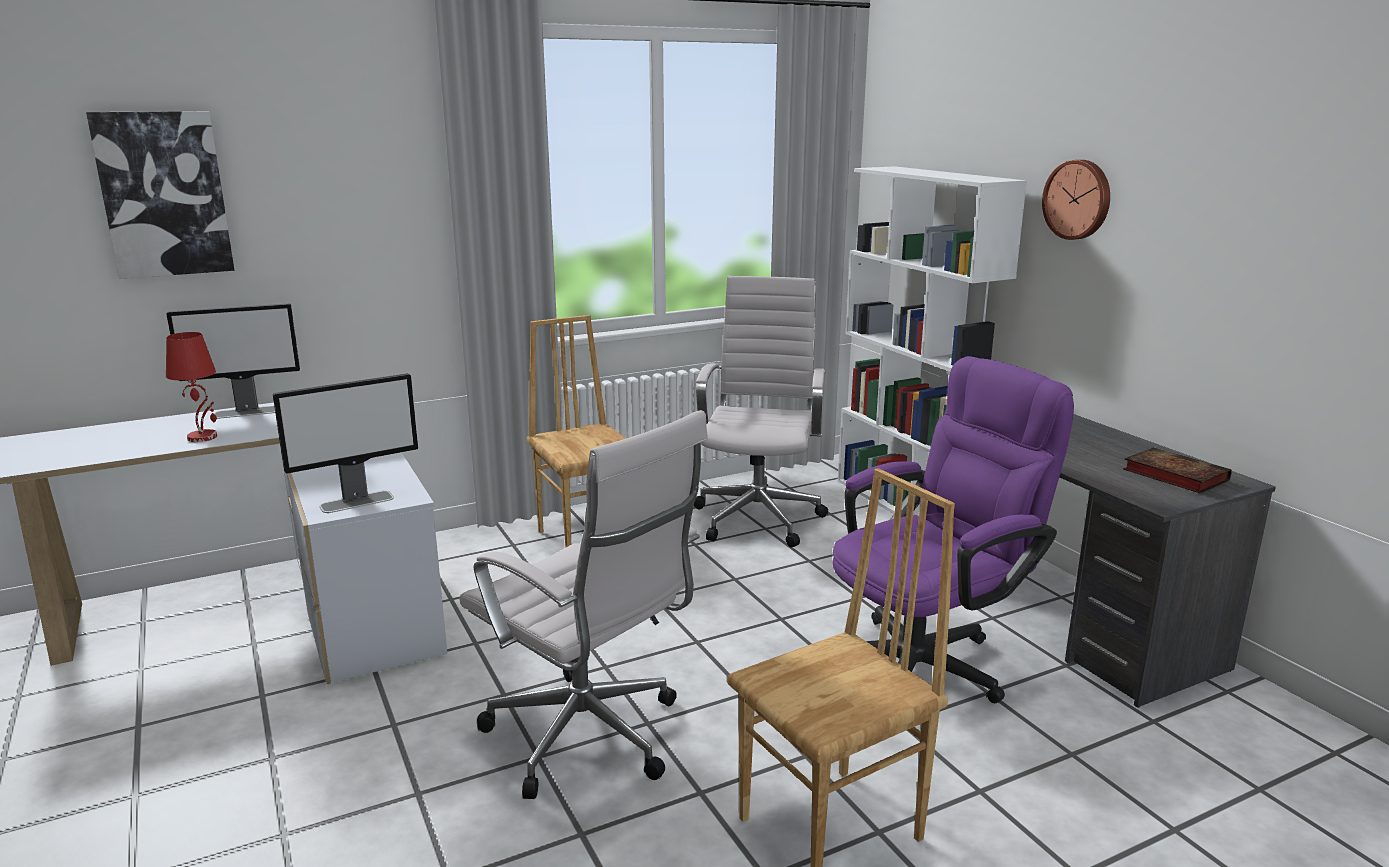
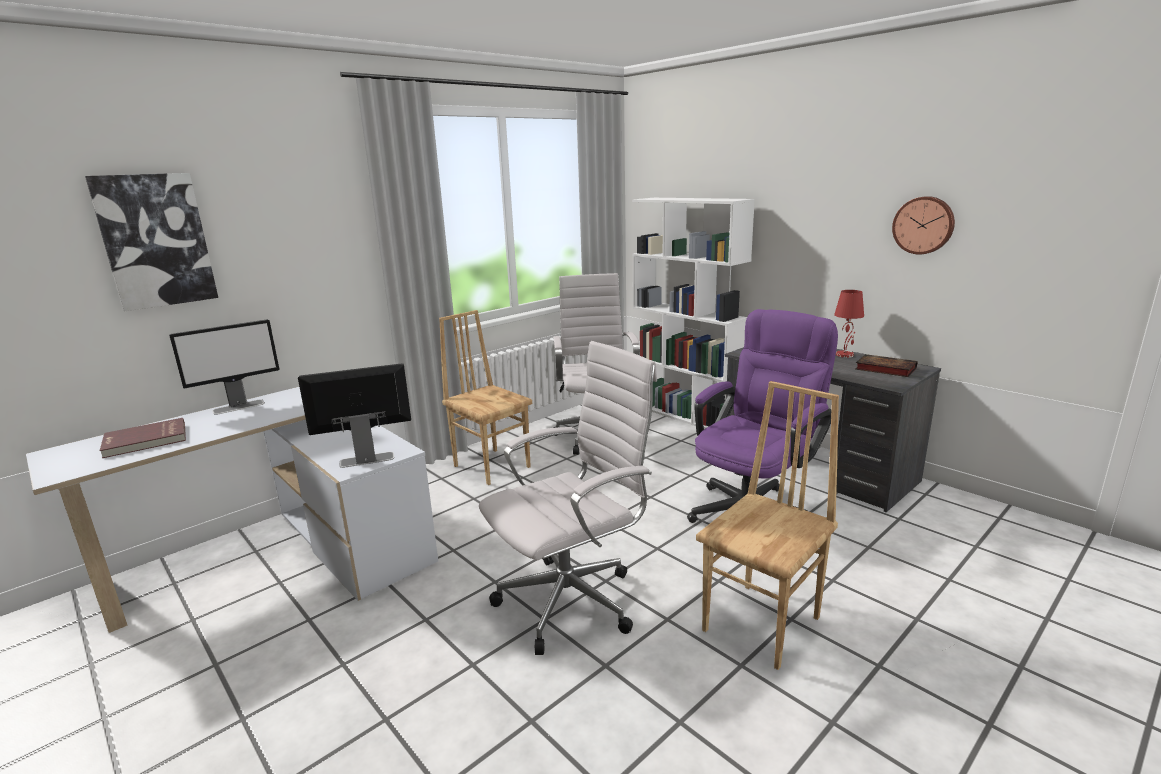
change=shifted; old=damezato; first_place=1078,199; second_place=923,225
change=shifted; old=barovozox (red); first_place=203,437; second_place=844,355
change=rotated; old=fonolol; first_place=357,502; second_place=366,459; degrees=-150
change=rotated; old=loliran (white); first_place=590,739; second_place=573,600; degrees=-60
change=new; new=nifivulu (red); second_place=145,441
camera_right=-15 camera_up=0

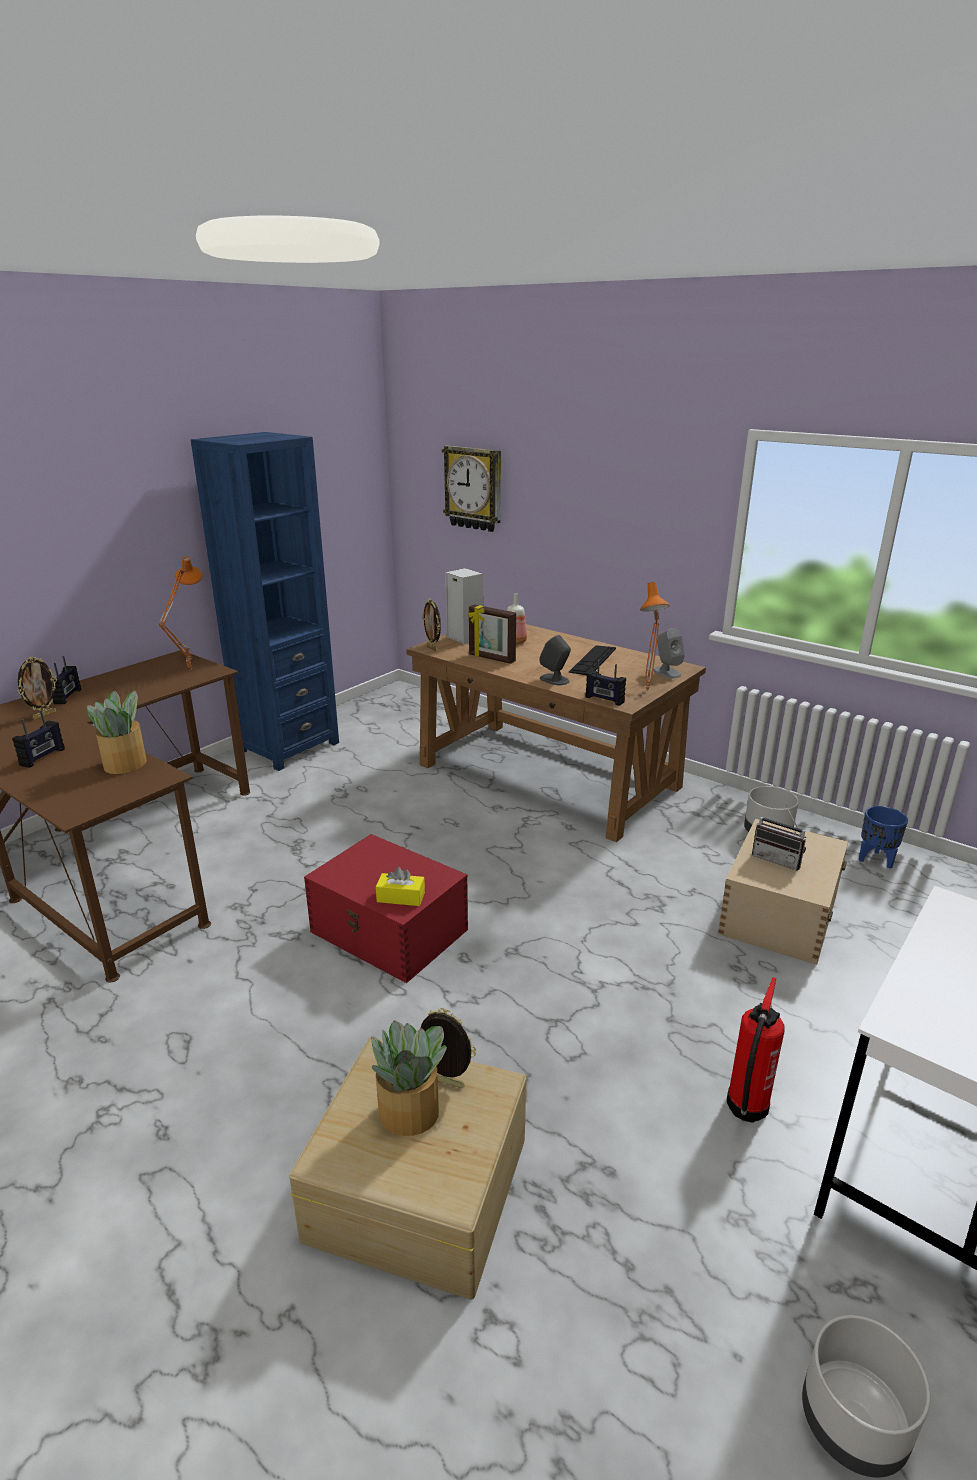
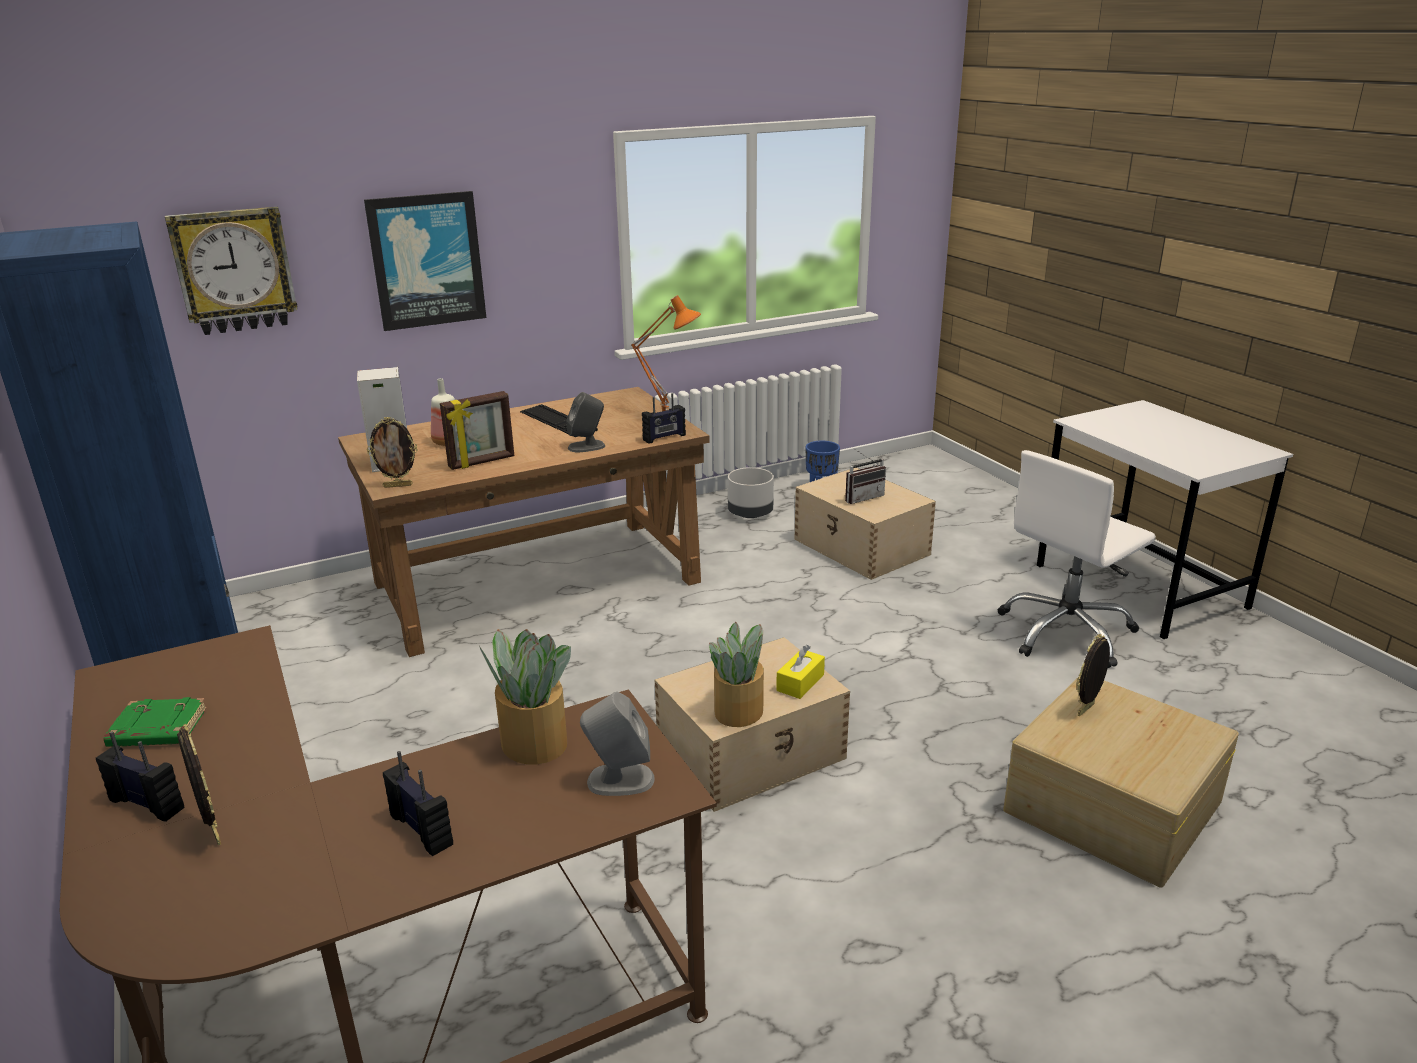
change=gone; old=barovozox (orange); first_place=188,670
change=shifted; old=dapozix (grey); first_place=666,672; second_place=619,780
change=repainted; old=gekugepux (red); new=gekugepux (beige); first_place=390,932; second_place=753,752
change=swapped; old=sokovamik; new=loliran (white); first_place=745,1108; second_place=1067,632
change=shifted; old=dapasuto; first_place=410,1113; second_place=740,711
change=gone; old=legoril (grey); first_place=853,1424
change=new; new=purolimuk; second_place=427,260
change=new; new=nifivulu (green); second_place=156,730
camera_right=-65 camera_up=0

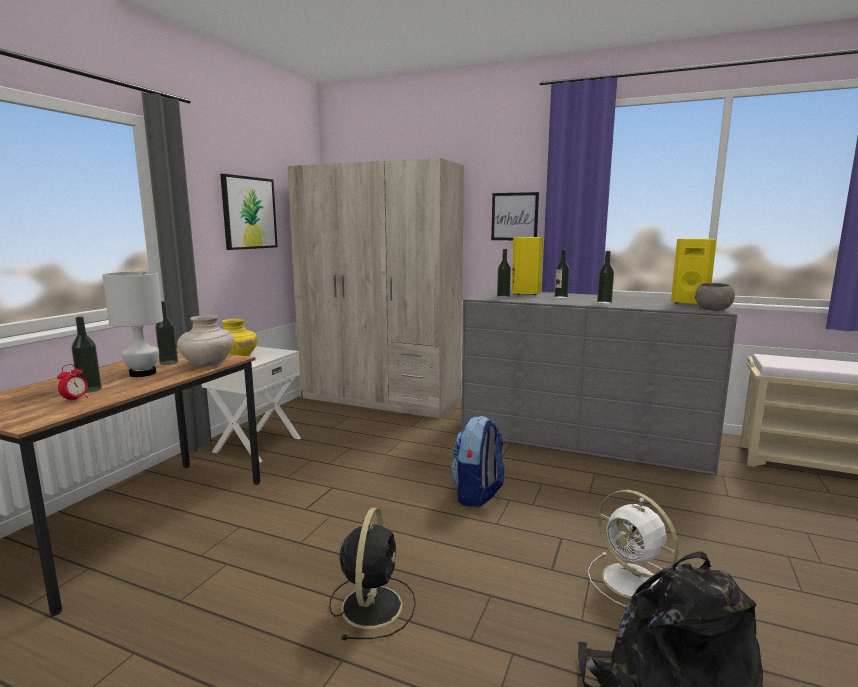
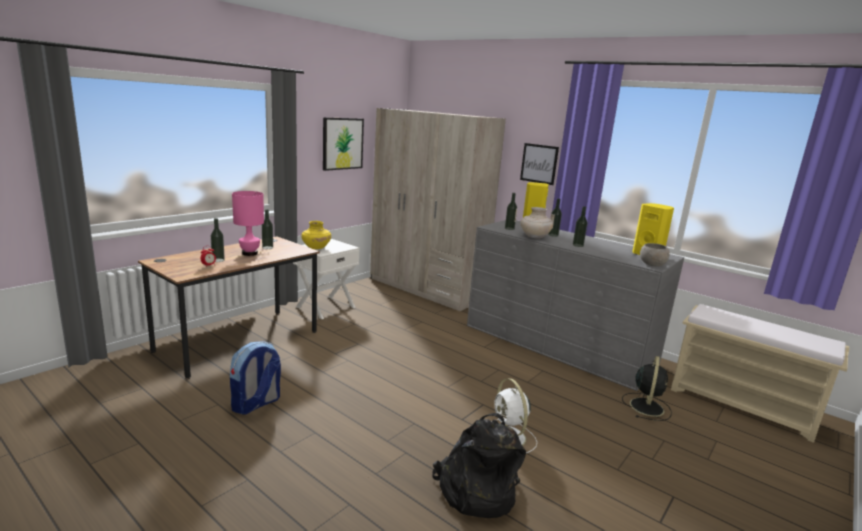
change=repainted; old=barovozox (white); new=barovozox (pink); first_place=143,373; second_place=250,253
change=shifted; old=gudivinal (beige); first_place=208,364; second_place=534,237
change=shifted; old=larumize; first_place=477,494; second_place=256,404
change=shifted; old=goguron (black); first_place=372,604; second_place=646,406
camera_right=15 camera_up=5

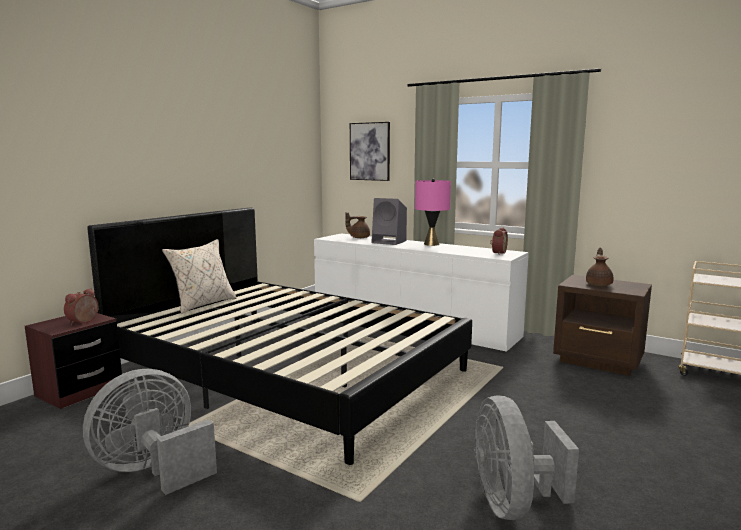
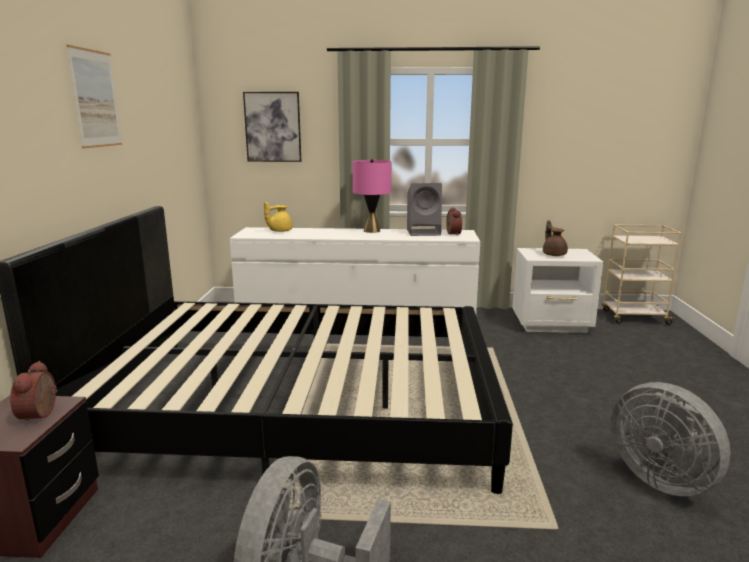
change=shifted; old=dapozix (grey); first_place=390,242; second_place=424,232
change=repainted; old=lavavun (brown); new=lavavun (yellow); first_place=358,237; second_place=279,231
change=gone; old=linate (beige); first_place=202,304
change=repainted; old=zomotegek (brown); new=zomotegek (white); first_place=599,361; second_place=552,324
change=new; new=purolimuk; second_place=95,99
camera_right=-30 camera_up=5

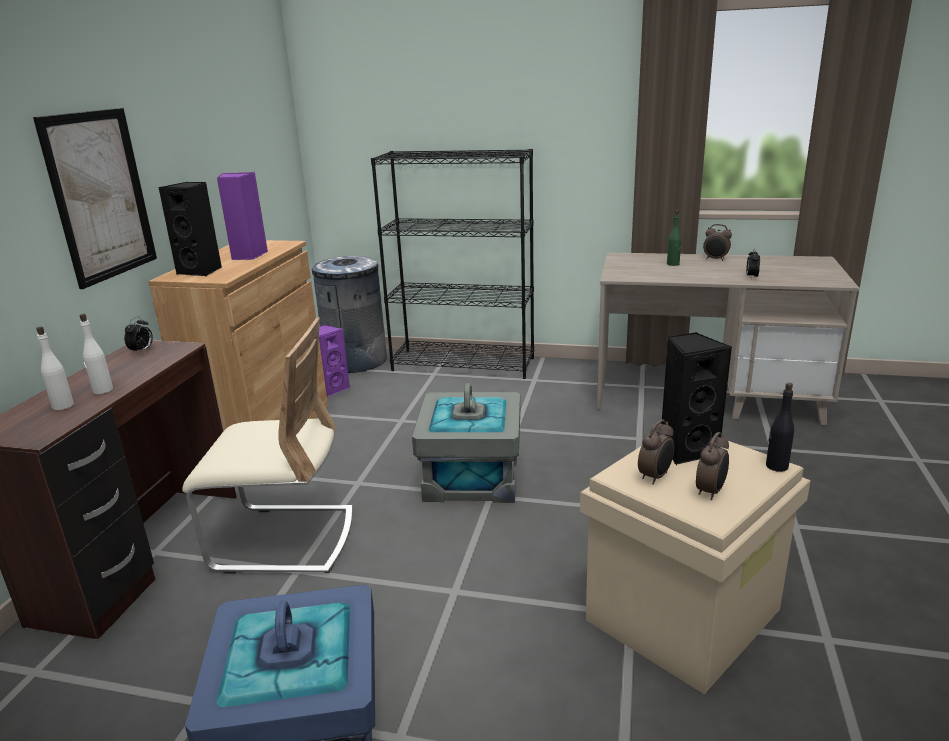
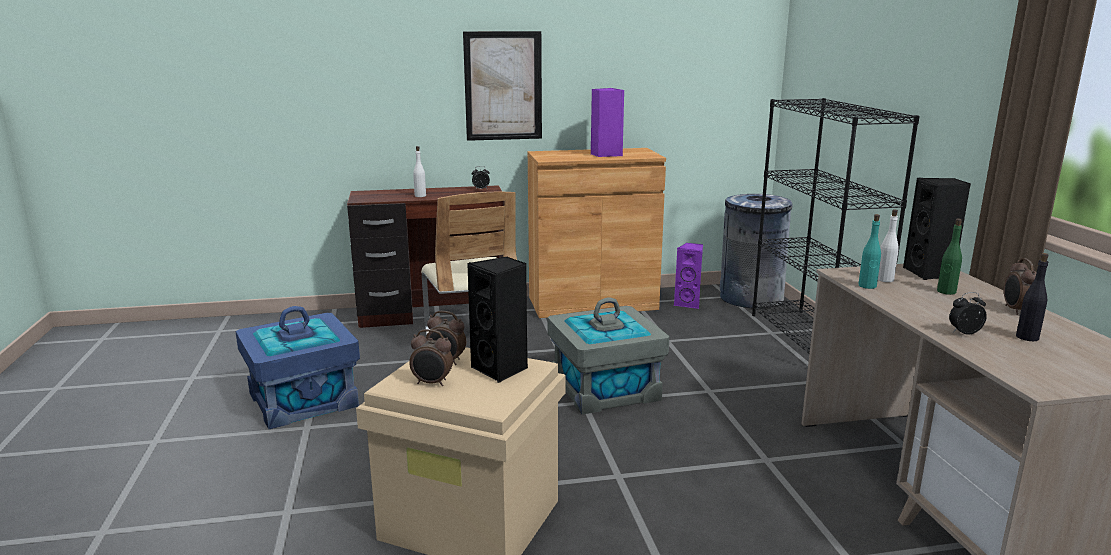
change=shifted; old=dapozix (black); first_place=202,271; second_place=929,273
change=shifted; old=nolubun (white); first_place=63,406; second_place=884,279
change=shifted; old=nolubun (black); first_place=776,466; second_place=1027,337
change=new; new=nolubun (turquoise); second_place=867,286
camera_right=65 camera_up=-5

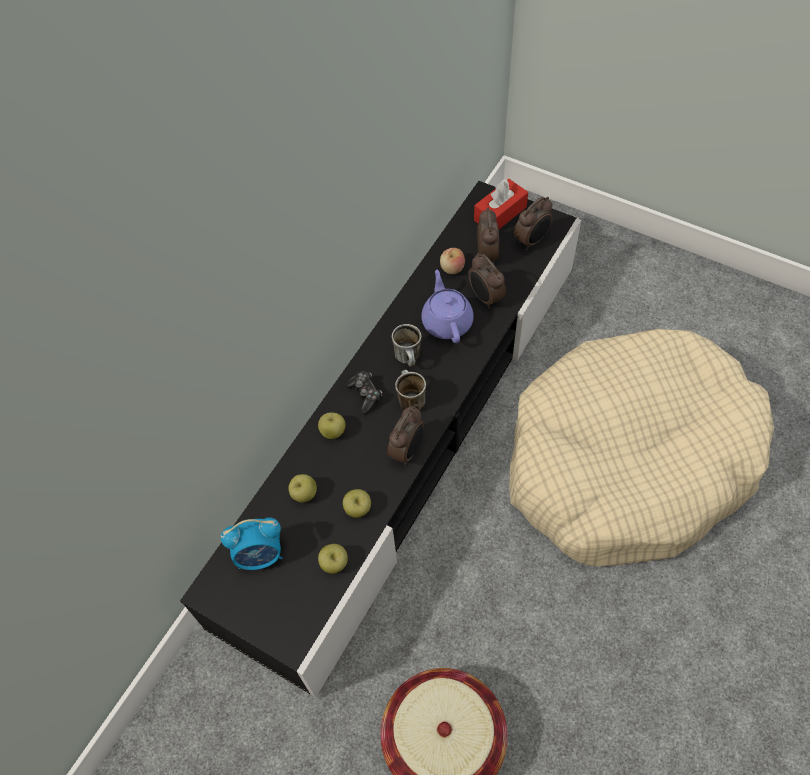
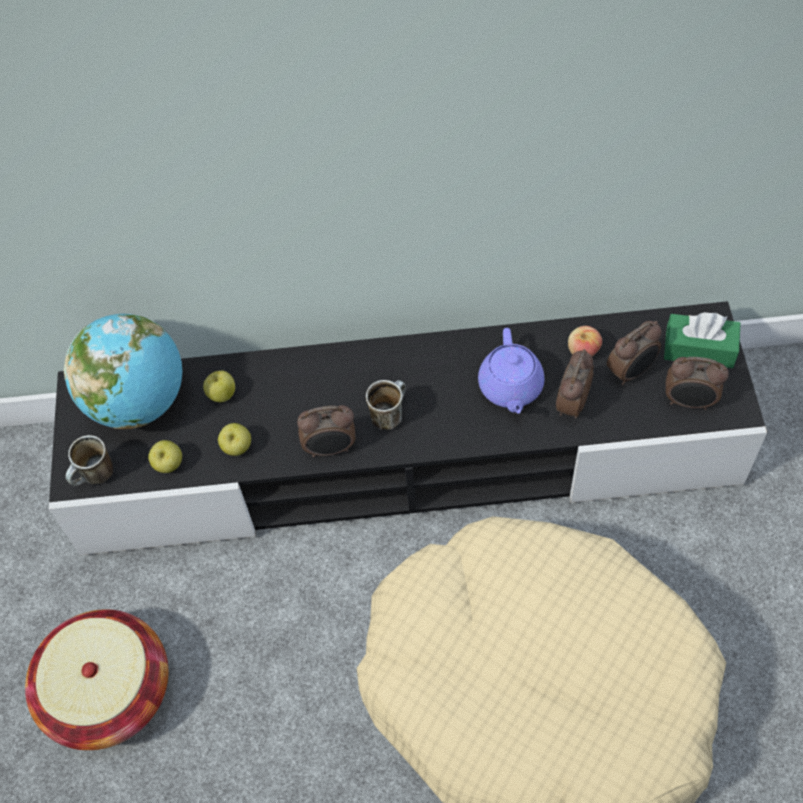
change=repainted; old=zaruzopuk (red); new=zaruzopuk (green); first_place=500,213; second_place=699,349
change=rotated; old=lavavun (purple); first_place=447,321; second_place=510,388; degrees=135
change=shifted; old=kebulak; first_place=409,359; second_place=95,478
change=gone; old=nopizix; first_place=365,394
change=gone; old=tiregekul; first_place=333,431
change=swapped; old=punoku; new=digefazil; first_place=260,555; second_place=138,401
camera_right=55 camera_up=0

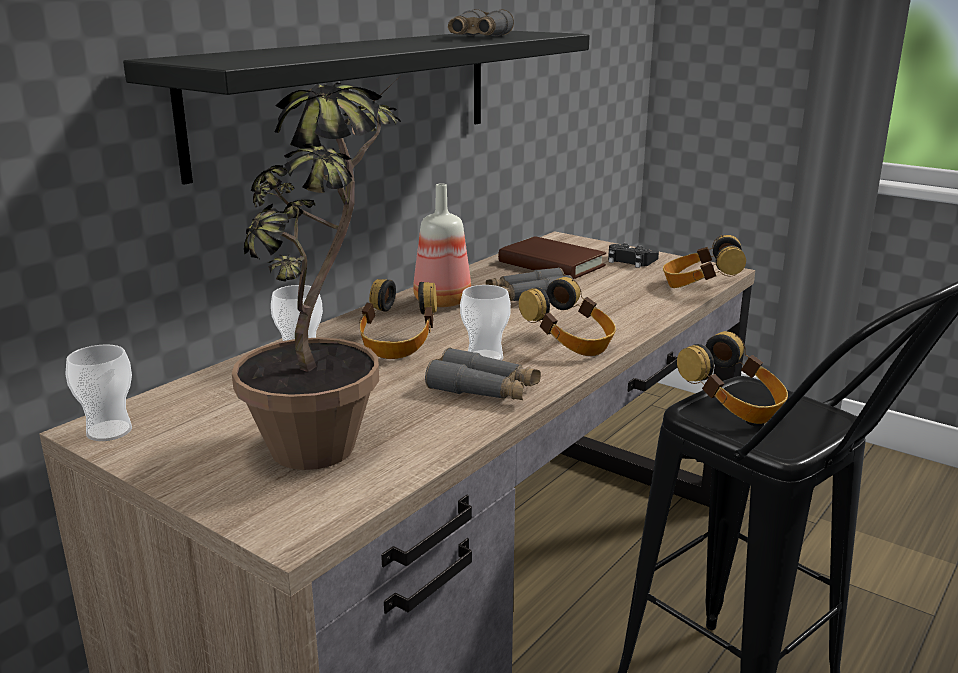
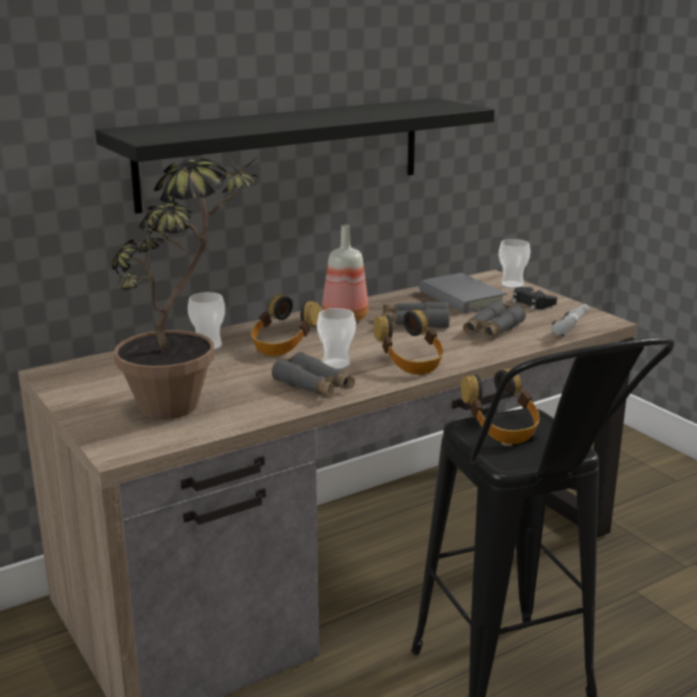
change=shifted; old=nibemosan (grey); first_place=479,37; second_place=492,330
change=swapped; old=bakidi; new=nopizix (white); first_place=700,287; second_place=568,332
change=repainted; old=nifivulu (brown); new=nifivulu (grey); first_place=551,264; second_place=461,298
change=shifted; old=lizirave; first_place=109,431; second_place=512,285
camera_right=20 camera_up=0

